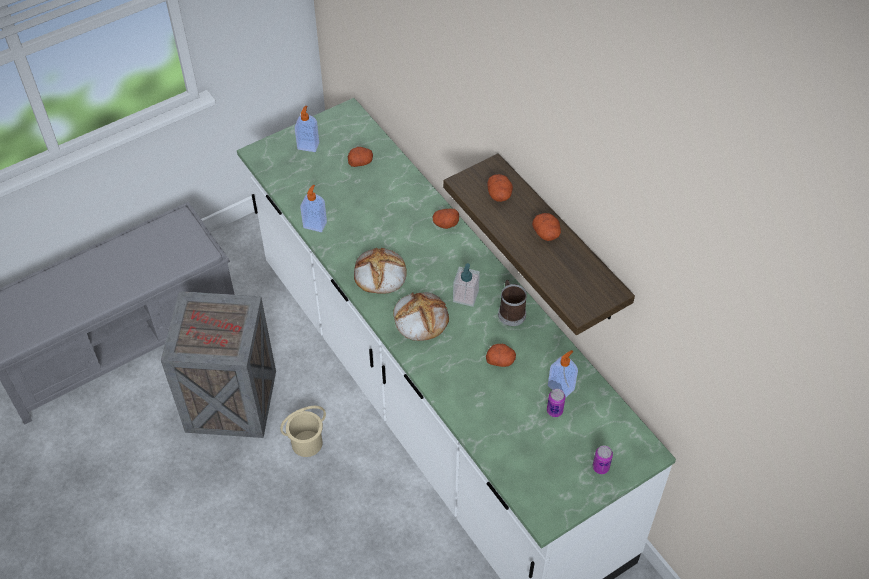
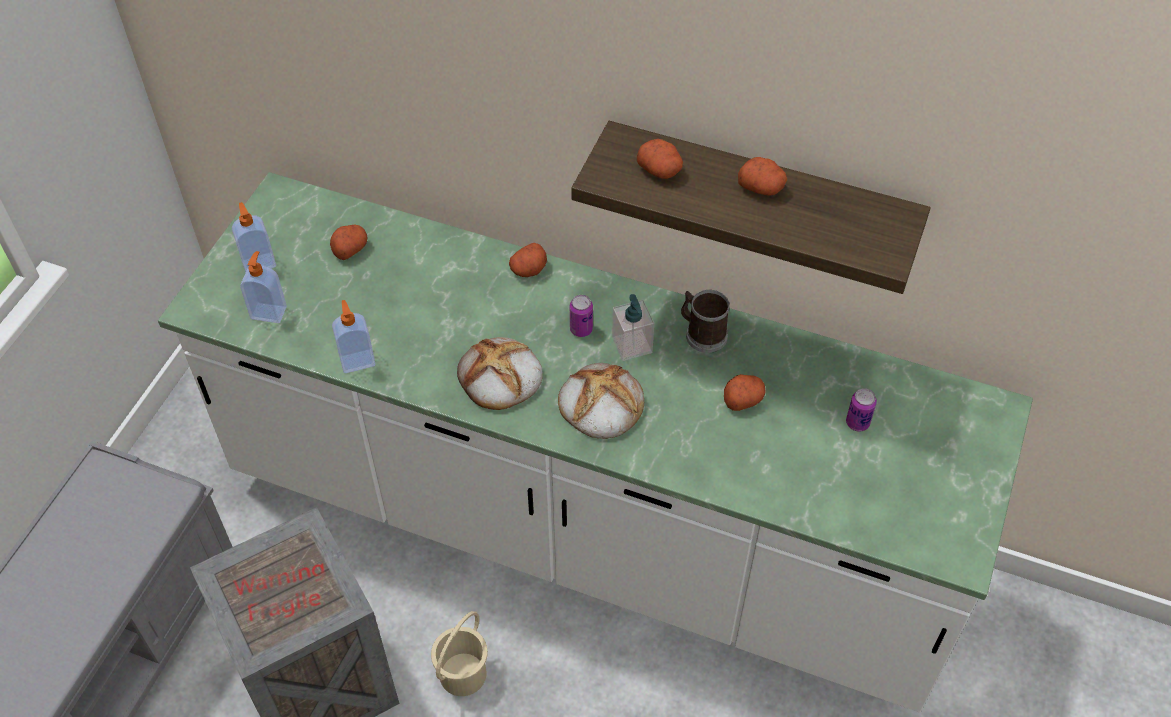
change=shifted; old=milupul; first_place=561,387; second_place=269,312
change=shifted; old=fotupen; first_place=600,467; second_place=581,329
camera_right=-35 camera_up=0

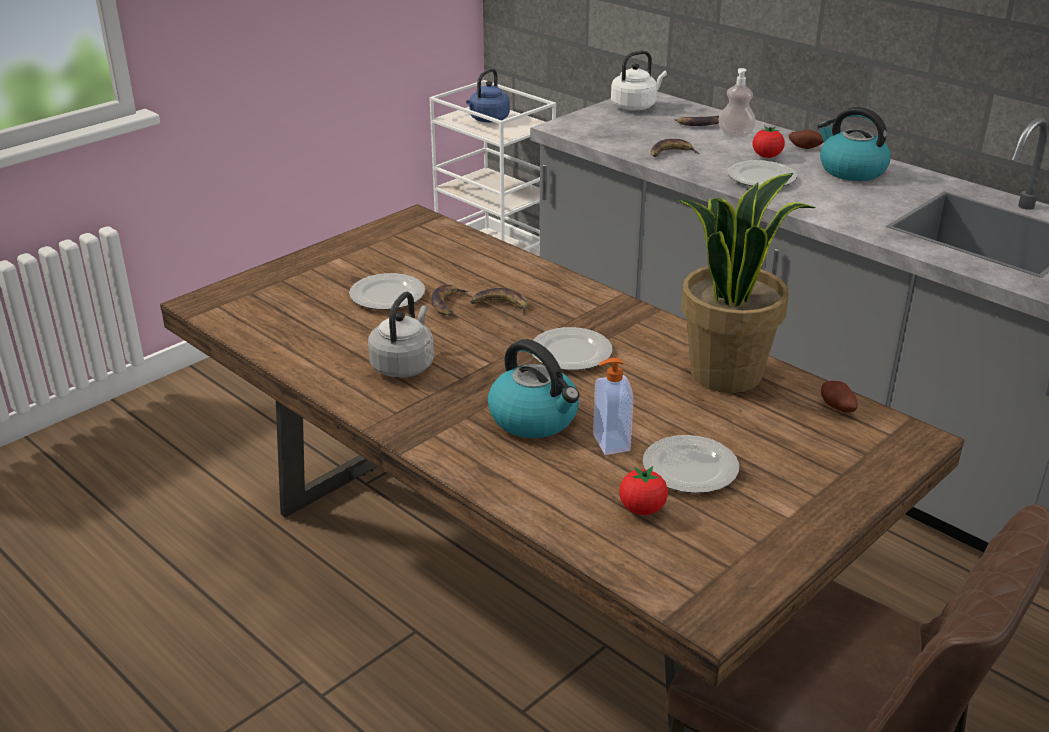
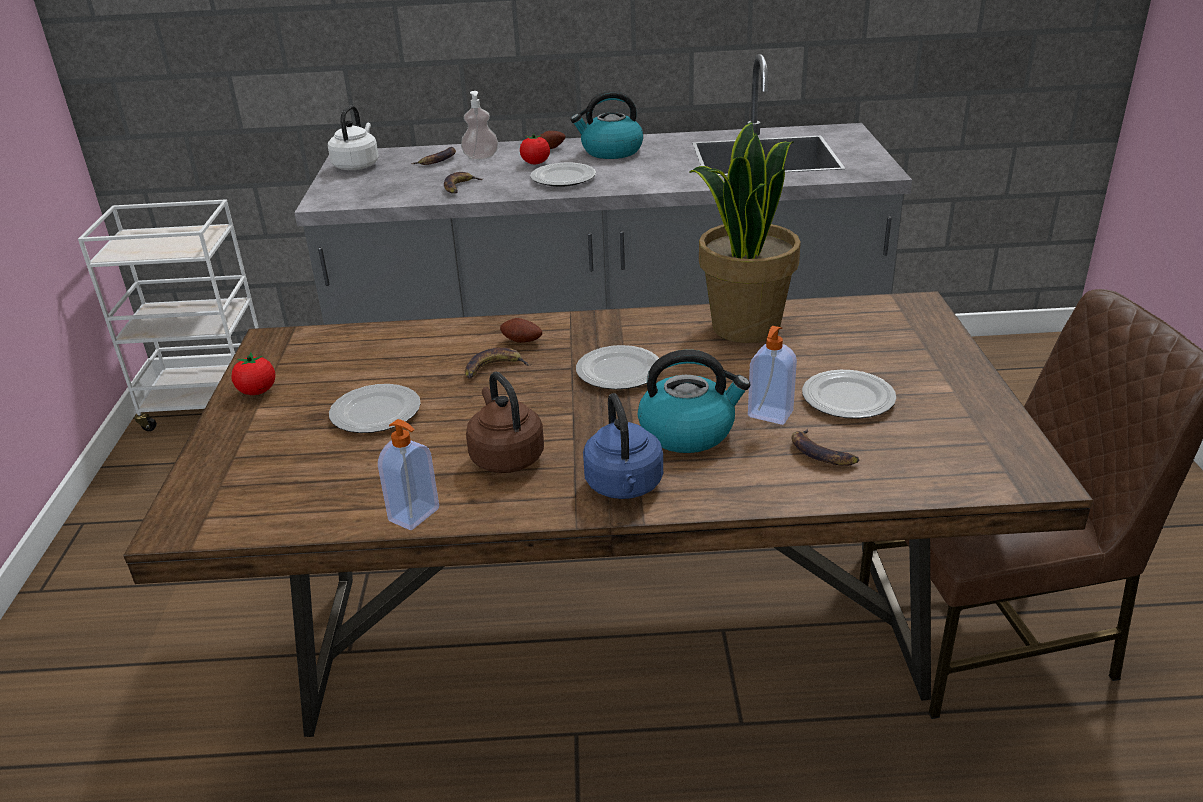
change=shifted; old=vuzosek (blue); first_place=488,120; second_place=625,487
change=shifted; old=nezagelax; first_place=448,304; second_place=821,453
change=repainted; old=vuzosek (grey); new=vuzosek (brown); first_place=404,365; second_place=505,456
change=shifted; old=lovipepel; first_place=836,408; second_place=521,342
change=shifted; old=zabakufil; first_place=642,509; second_place=257,391
change=new; new=milupul; second_place=415,515
camera_right=-45 camera_up=0

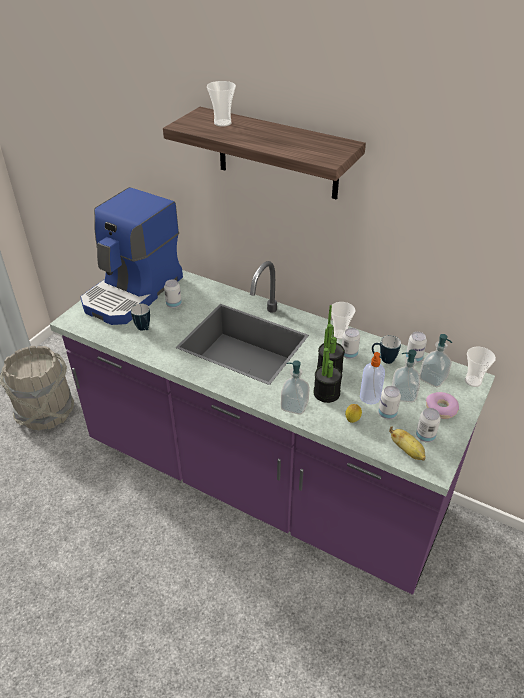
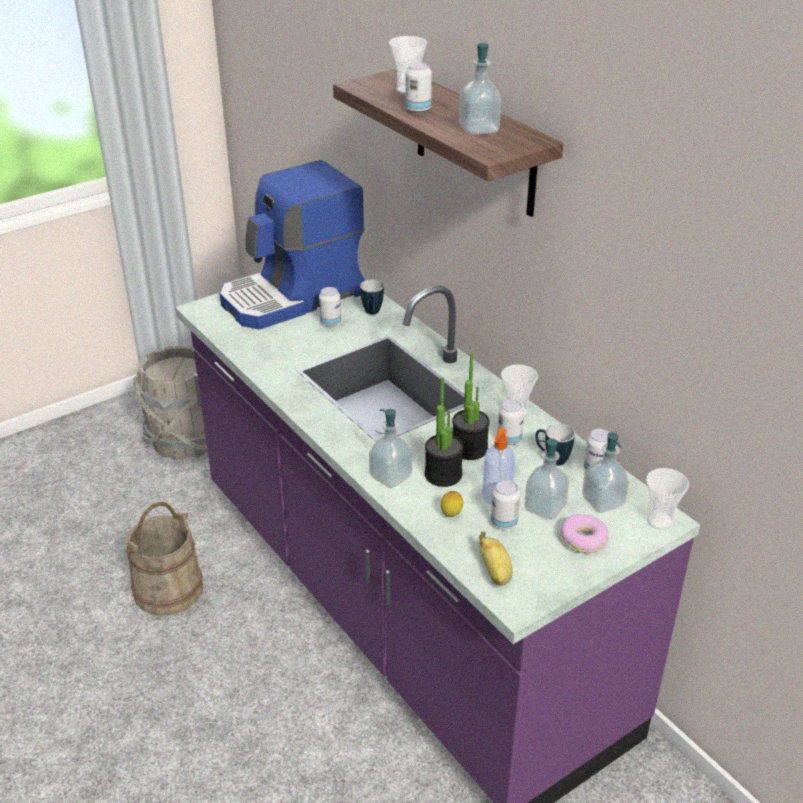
change=shifted; old=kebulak; first_place=144,329; second_place=372,313
change=shifted; old=fotupen; first_place=425,436; second_place=418,110
change=new; new=milupul; second_place=478,129
change=new; new=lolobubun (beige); second_place=168,589
camera_right=25 camera_up=-5

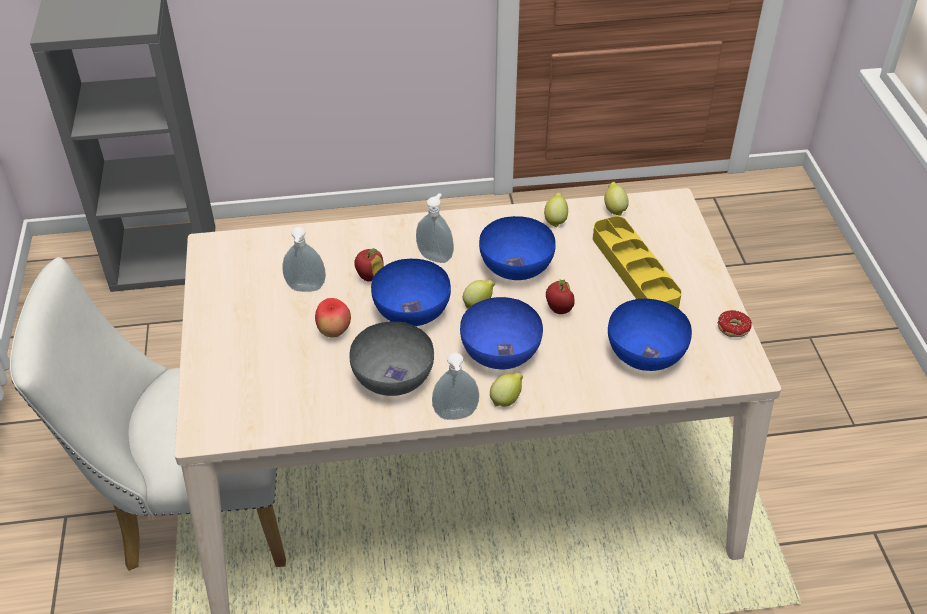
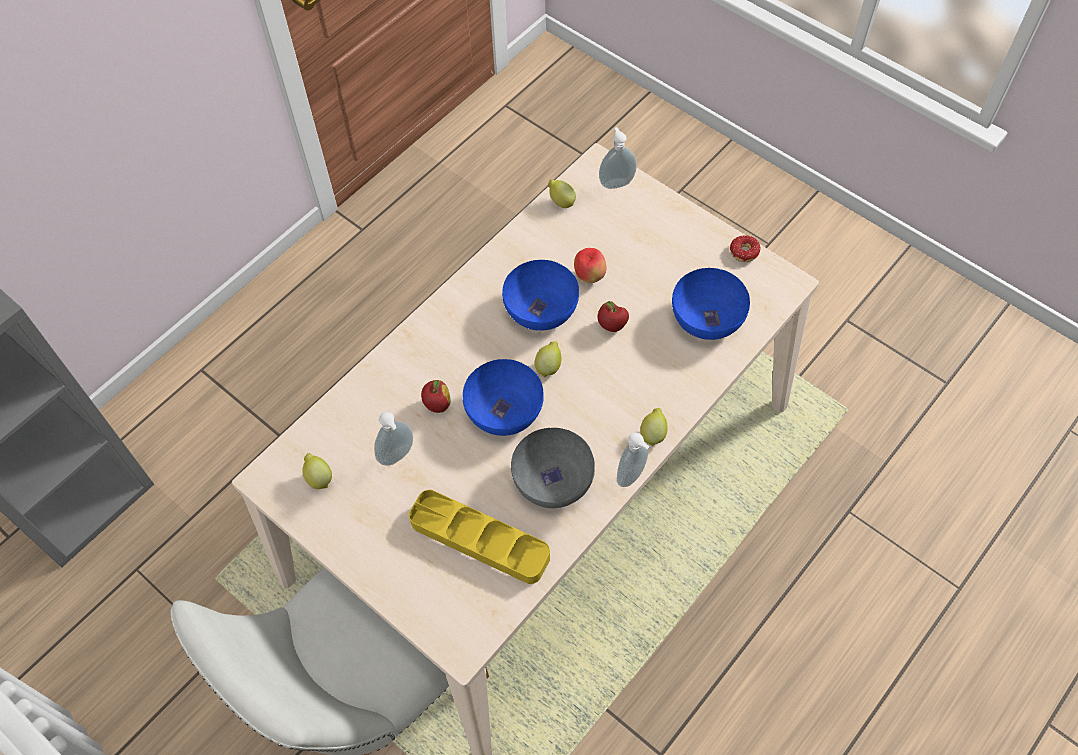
change=shifted; old=milupul; first_place=436,256; second_place=616,182
change=shifted; old=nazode; first_place=555,220; second_place=319,478
change=shifted; old=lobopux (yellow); first_place=634,270; second_place=479,539
change=gone; old=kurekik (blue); first_place=500,350
change=shifted; old=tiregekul; first_place=334,332; second_place=589,276
camera_right=-40 camera_up=15

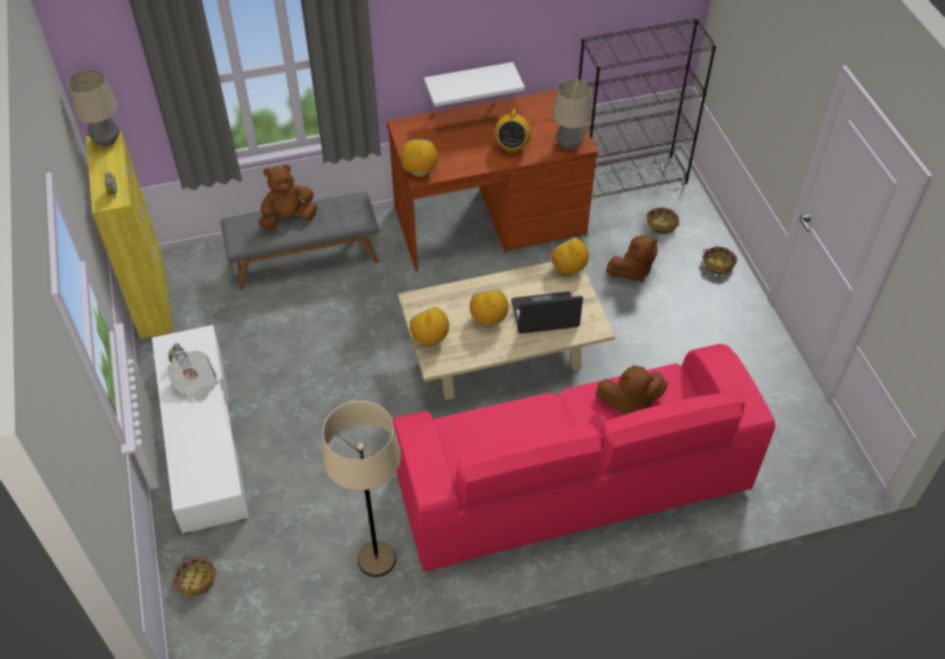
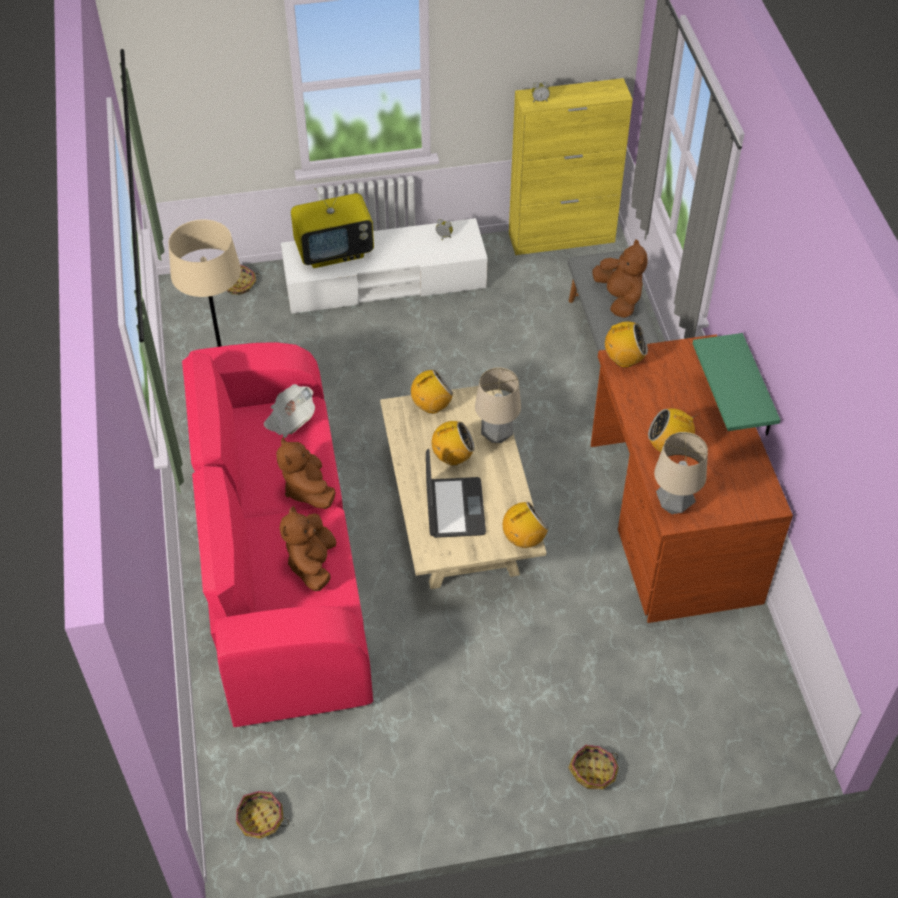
change=gone; old=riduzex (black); first_place=628,179
change=repainted; old=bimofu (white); new=bimofu (green); first_place=468,82; second_place=757,389
change=shifted; old=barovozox; first_place=106,141; second_place=497,436
change=shifted; old=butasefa; first_place=662,224; second_place=261,820
change=shifted; old=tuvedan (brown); first_place=632,271; second_place=307,489
change=shifted; old=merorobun; first_place=195,383; second_place=290,420
change=new; new=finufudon; second_place=335,251
camera_right=95 camera_up=0

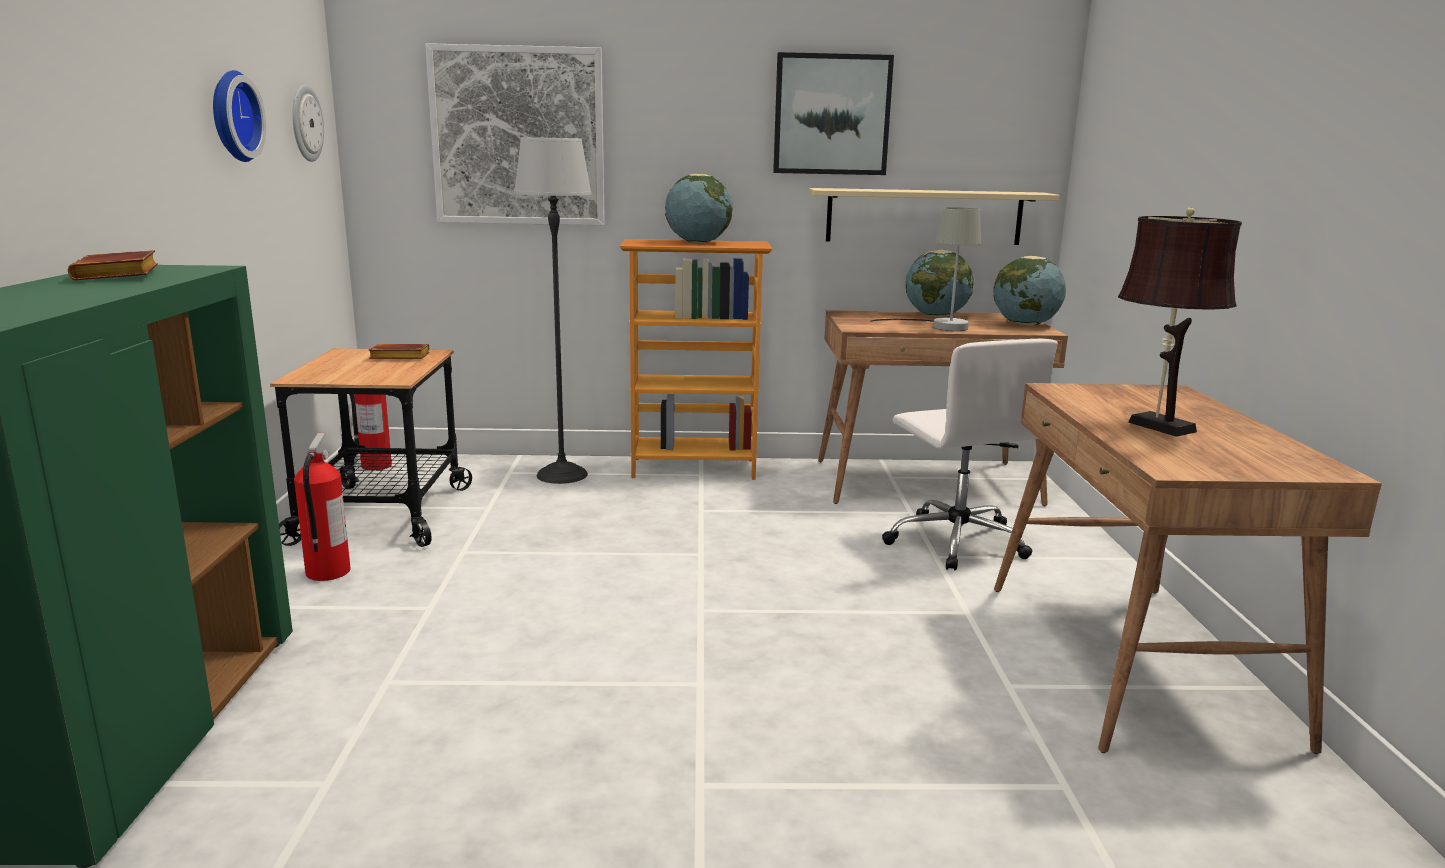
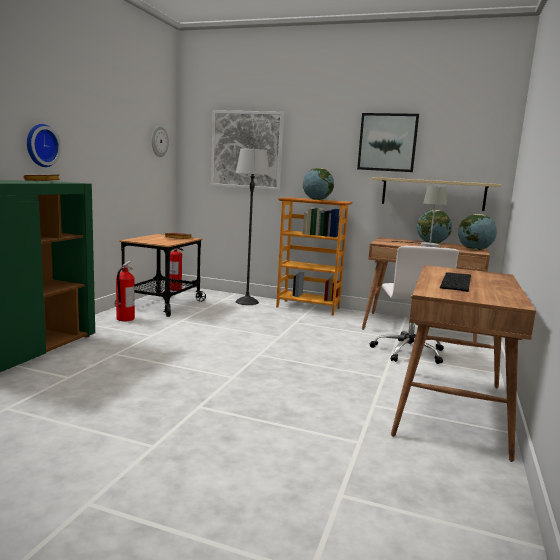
change=shifted; old=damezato; first_place=231,116; second_place=40,145
change=swapped; old=barovozox (brown); new=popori; first_place=1156,425; second_place=458,282
camera_right=20 camera_up=-5

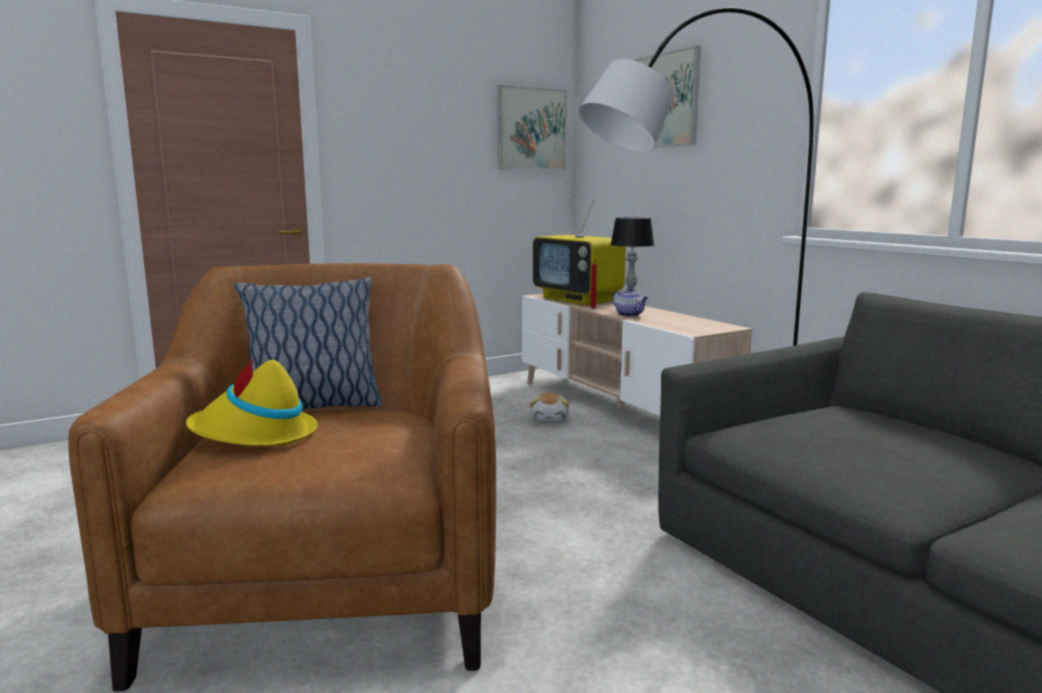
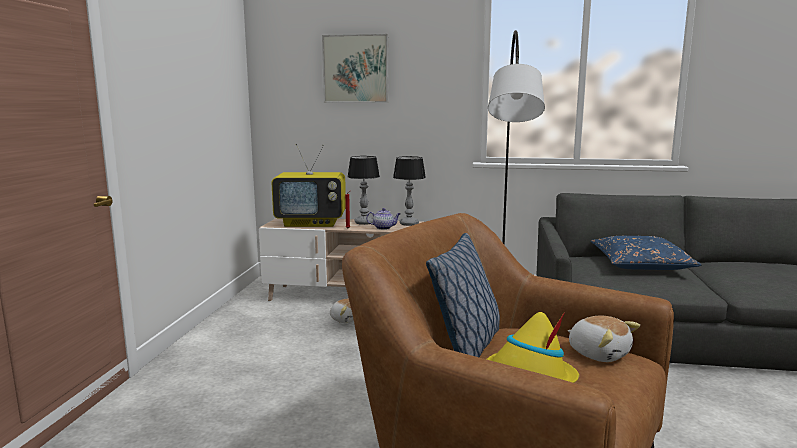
change=gone; old=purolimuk; first_place=531,129
change=new; new=barovozox; second_place=409,224
change=new; new=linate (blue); second_place=641,264
change=new; new=tuvedan; second_place=599,353
camera_right=-50 camera_up=0

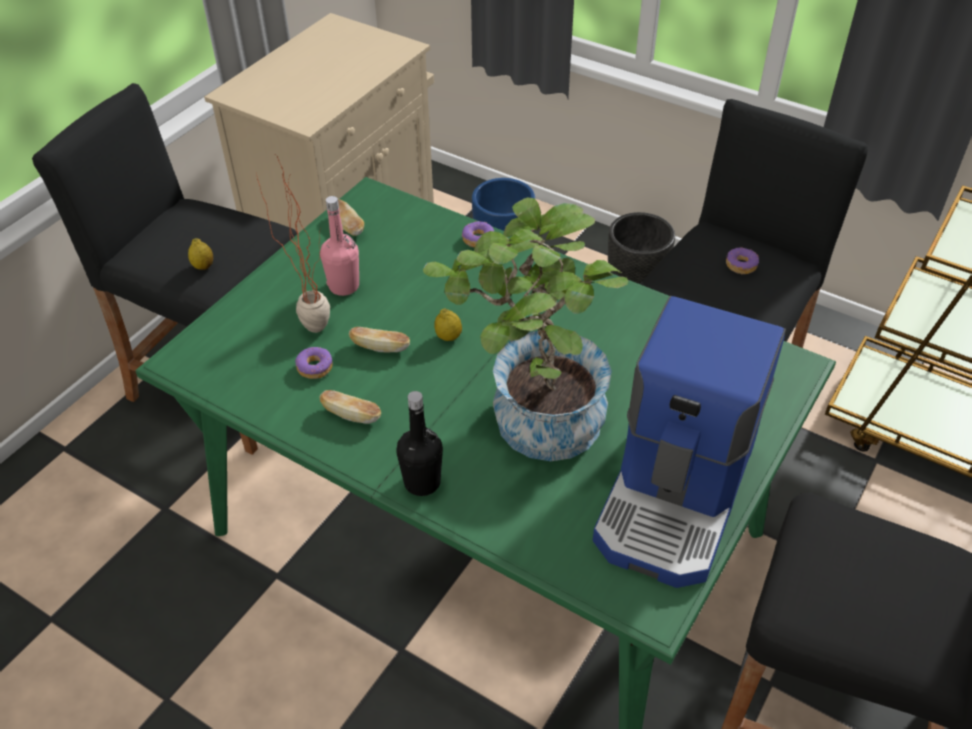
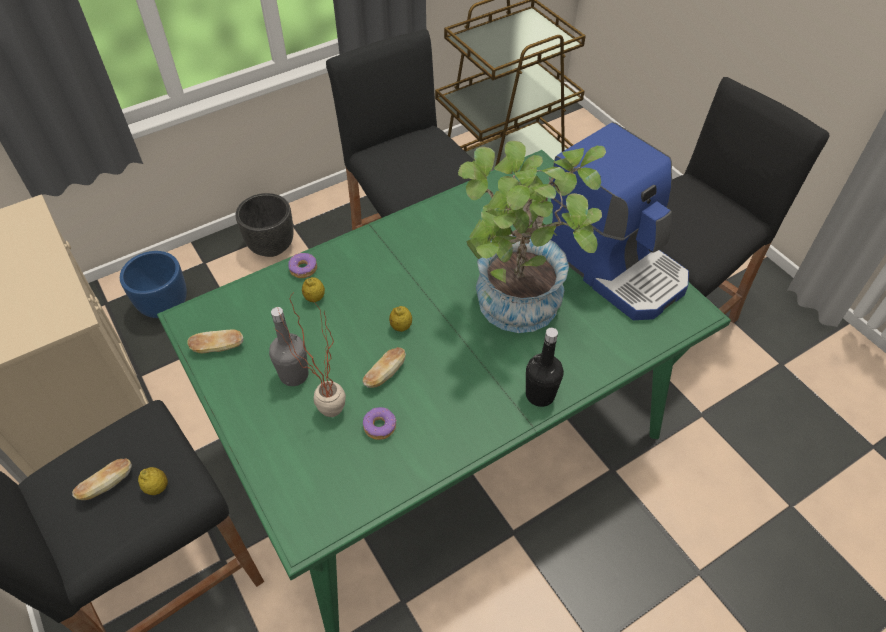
change=repainted; old=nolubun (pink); new=nolubun (grey); first_place=344,286; second_place=294,375
change=gone; old=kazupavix; first_place=741,265
change=shifted; old=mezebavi; first_place=351,415; second_place=107,485
change=new; new=nazode; second_place=315,298
camera_right=-65 camera_up=5

